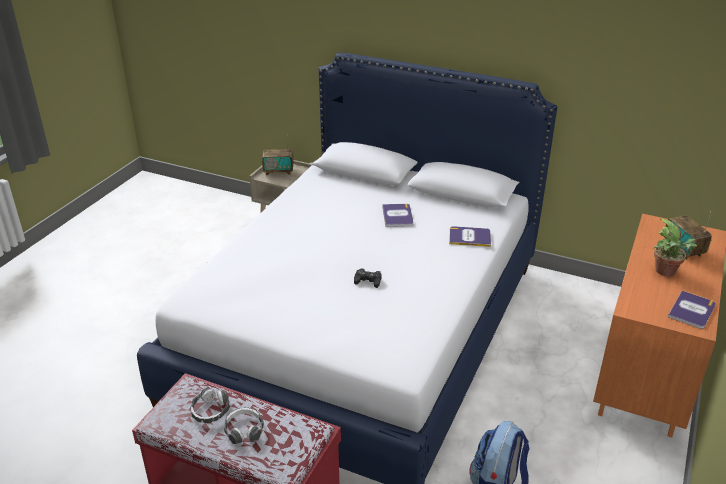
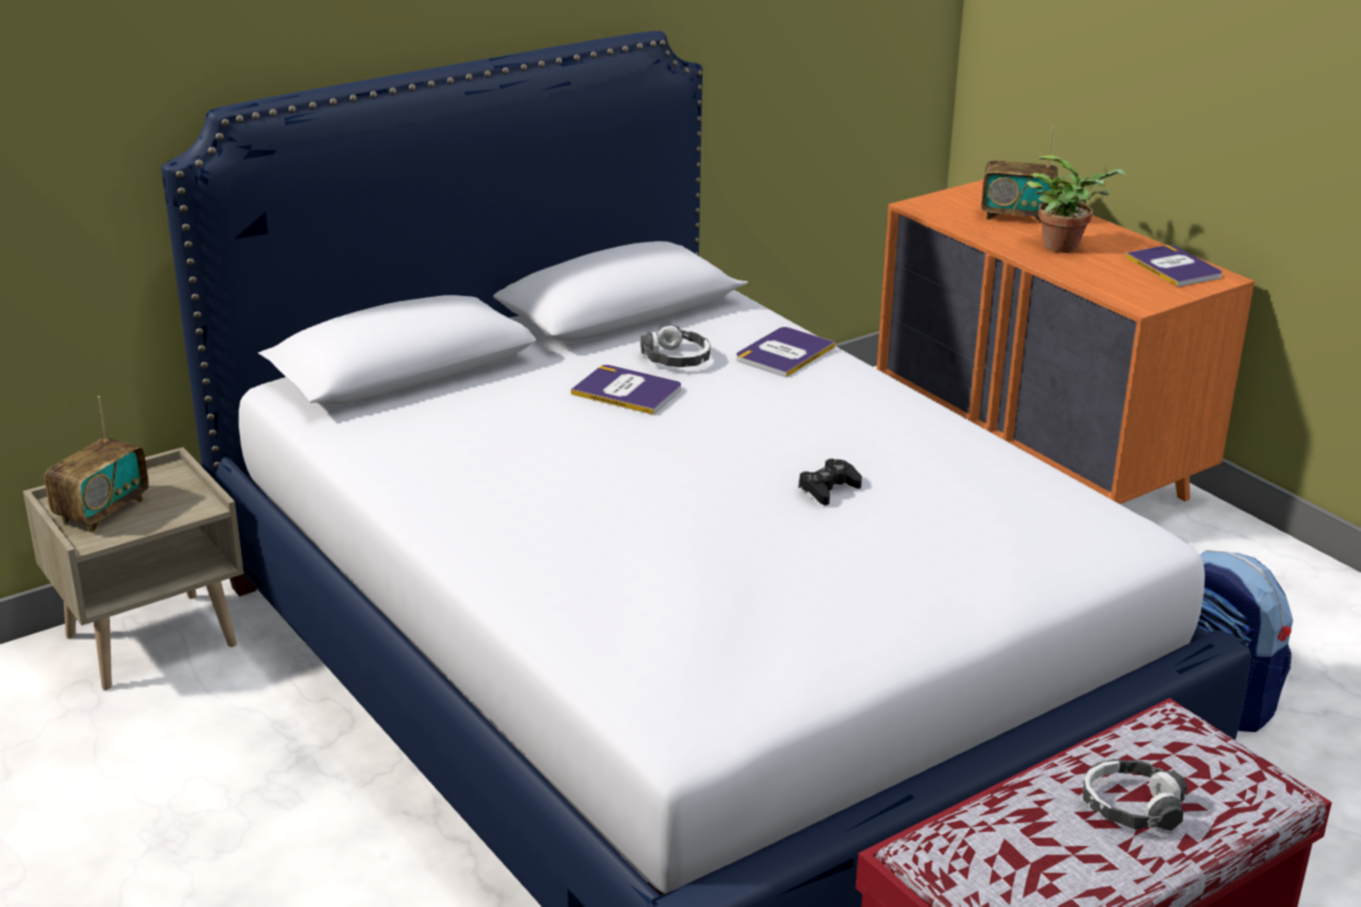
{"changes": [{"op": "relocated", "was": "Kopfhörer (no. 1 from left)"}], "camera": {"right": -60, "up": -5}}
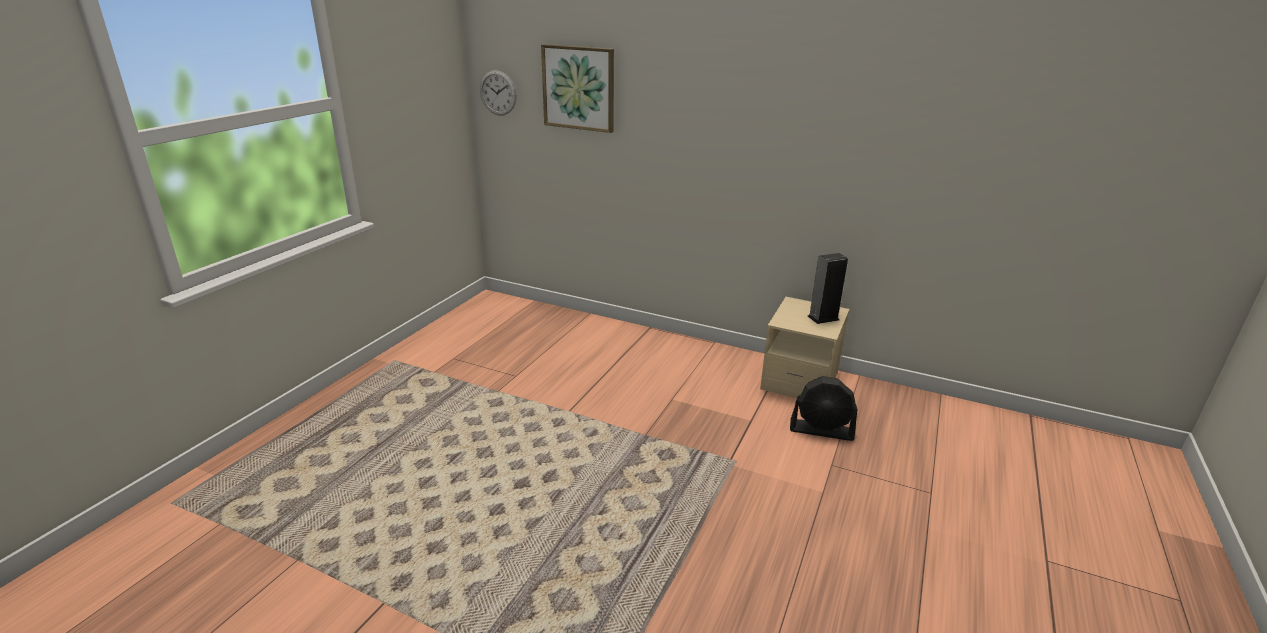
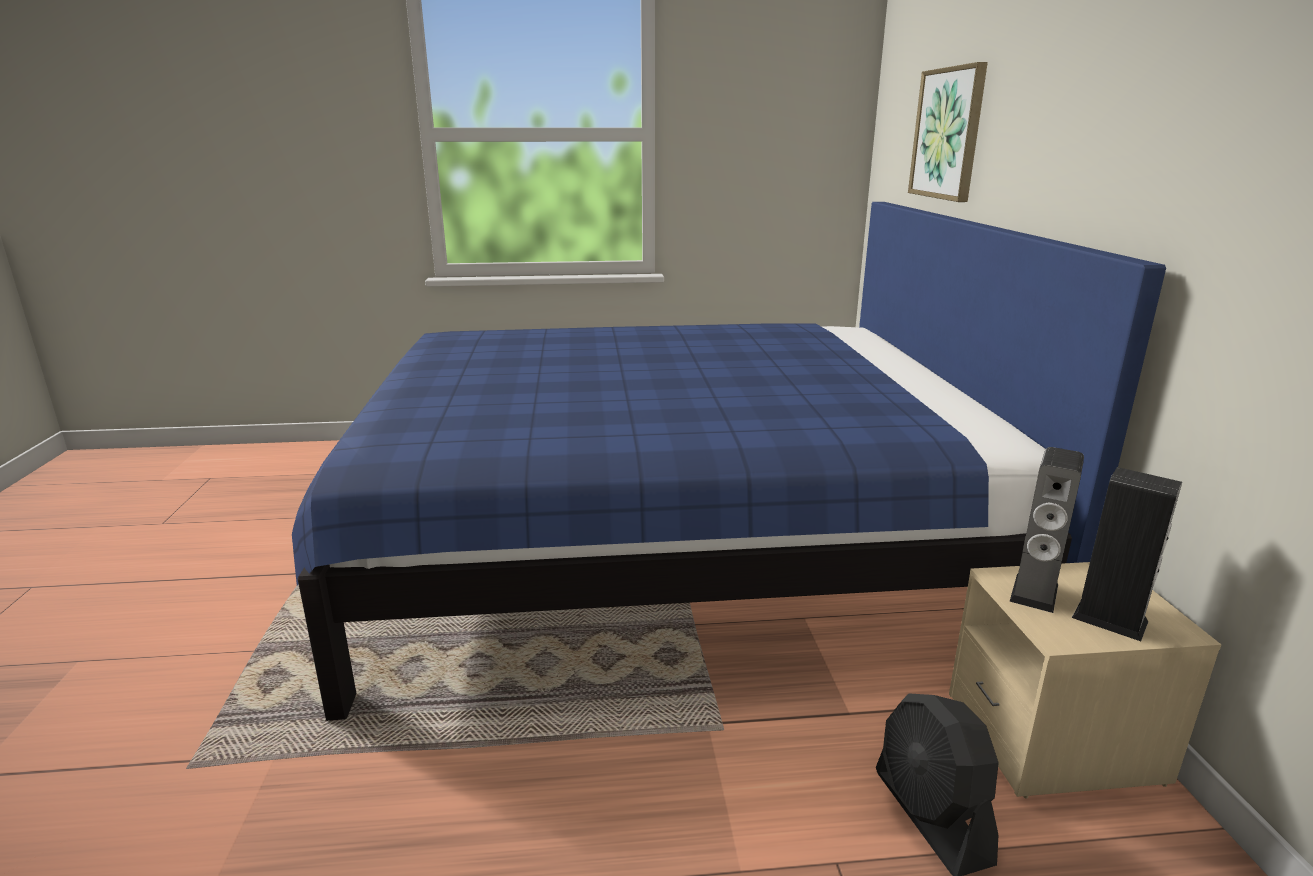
{"changes": [{"op": "missing", "was": "Wanduhr"}, {"op": "appeared", "now": "Bett [blau]"}, {"op": "appeared", "now": "Lautsprecher (no. 1 from left)"}], "camera": {"right": 60, "up": -5}}
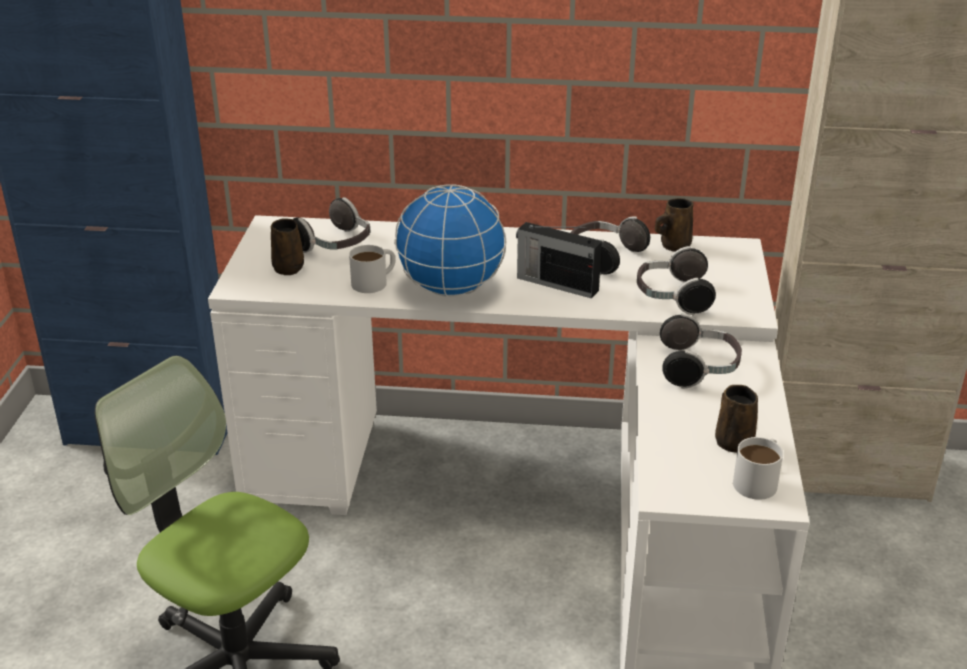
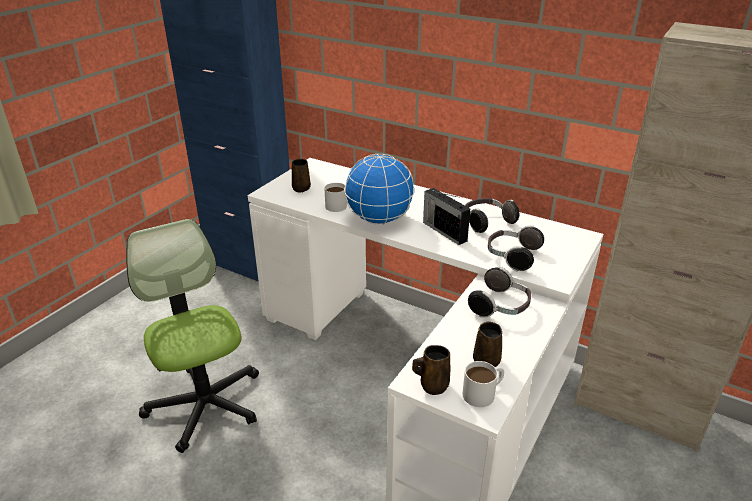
{"changes": [{"op": "missing", "was": "Kopfhörer (no. 1 from left)"}, {"op": "relocated", "was": "Henkelbecher [braun] (no. 2 from left)"}], "camera": {"right": 25, "up": 0}}
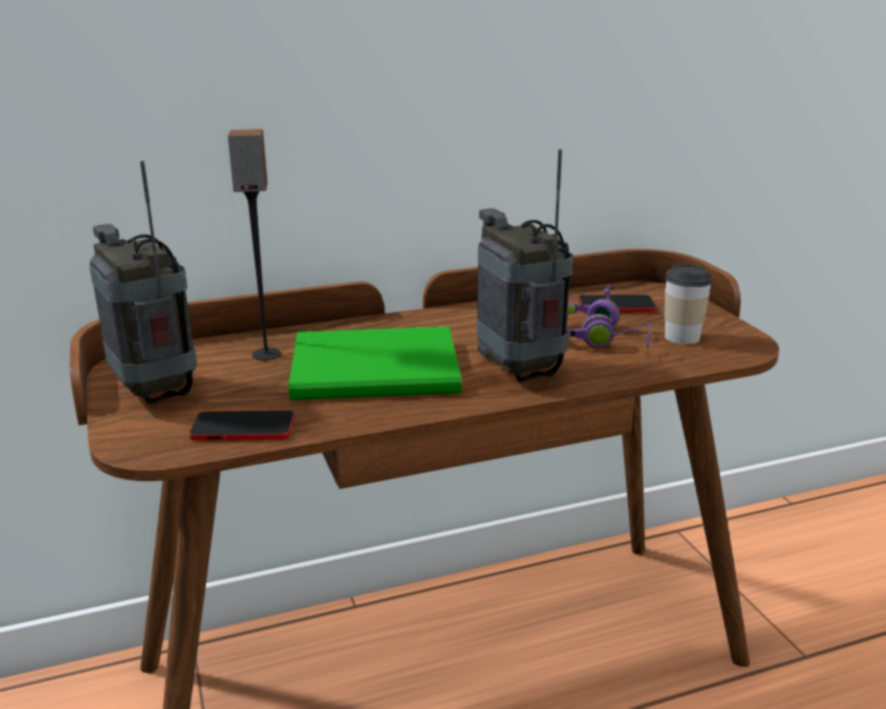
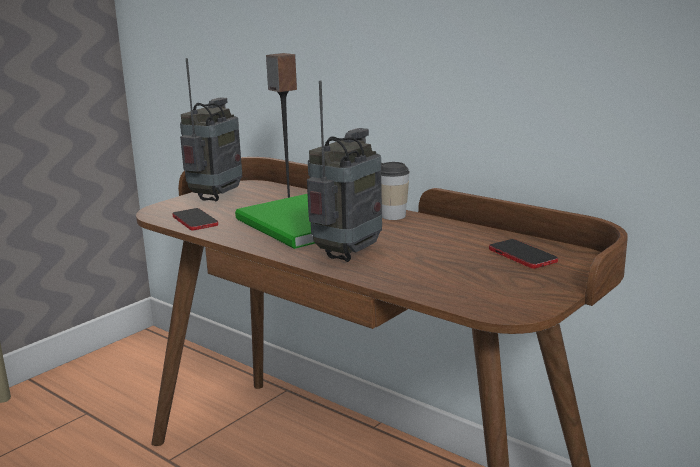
{"changes": [{"op": "relocated", "was": "Tasse"}, {"op": "missing", "was": "Kopfhörer [lila]"}], "camera": {"right": 60, "up": -5}}
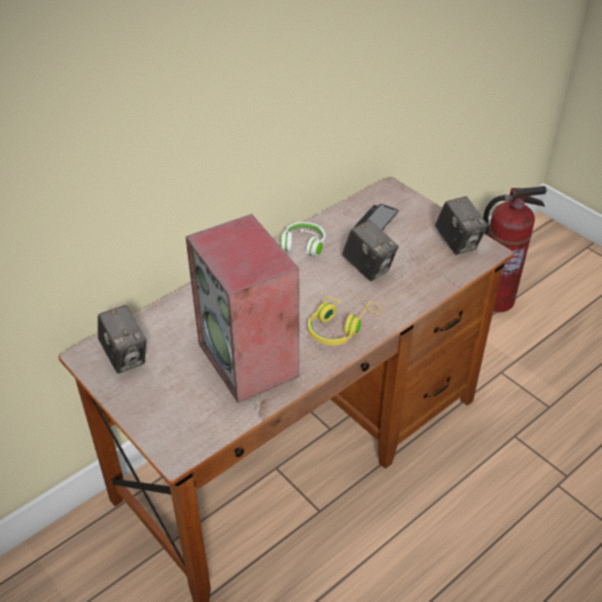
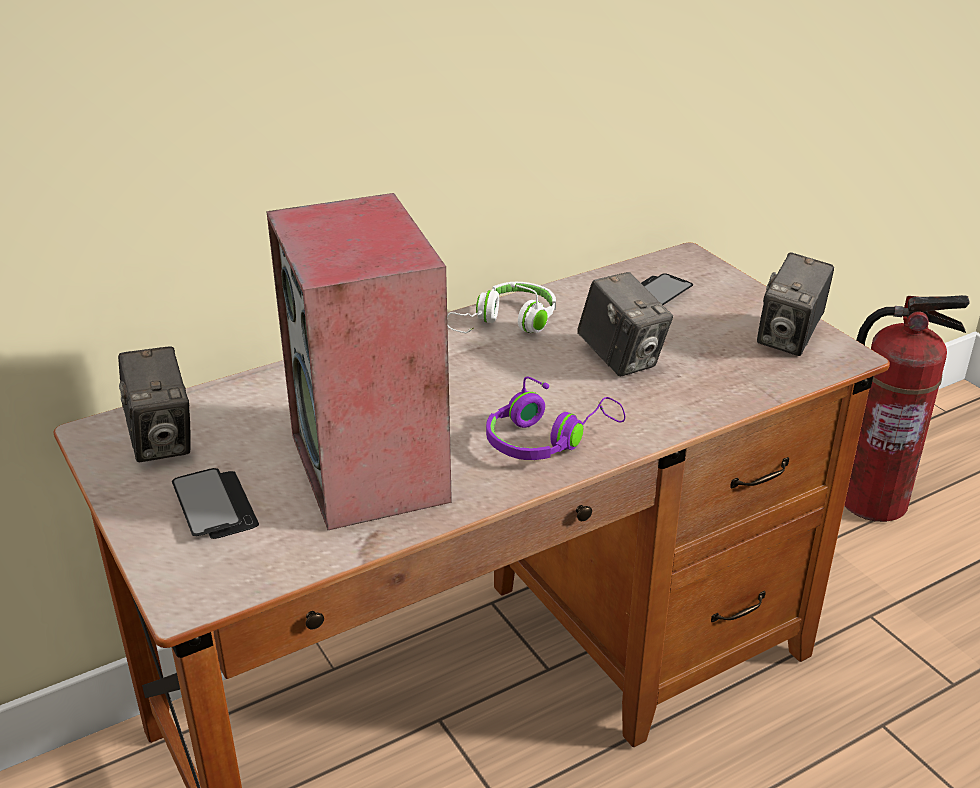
{"changes": [{"op": "spun", "was": "Kamera (no. 3 from left)", "clockwise": 45}, {"op": "colour", "was": "Kopfhörer [gelb]", "now": "Kopfhörer [lila]"}, {"op": "appeared", "now": "Handy (no. 1 from left)"}], "camera": {"right": 10, "up": -10}}
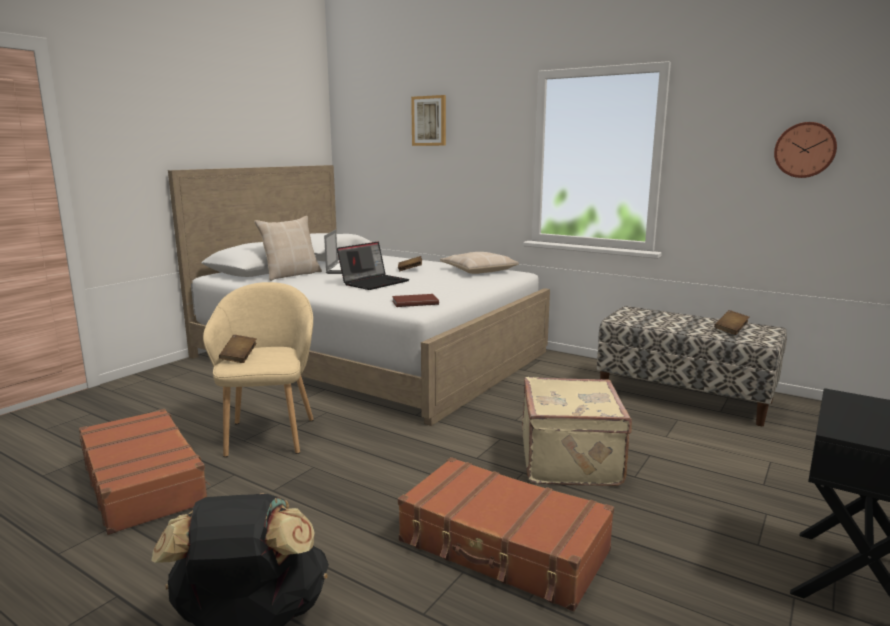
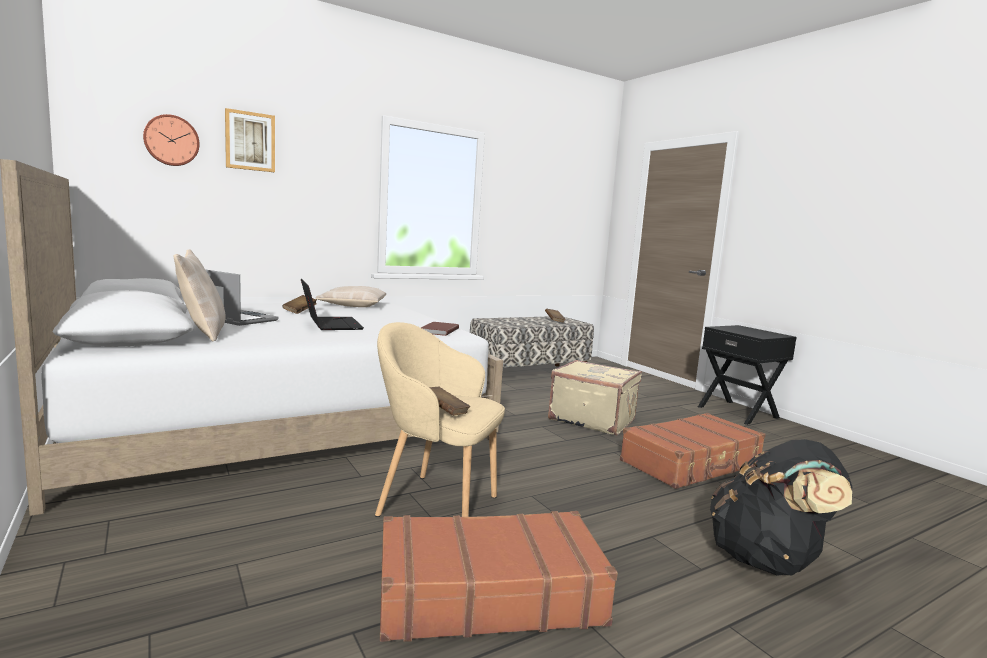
{"changes": [{"op": "relocated", "was": "Wanduhr"}], "camera": {"right": -65, "up": -5}}
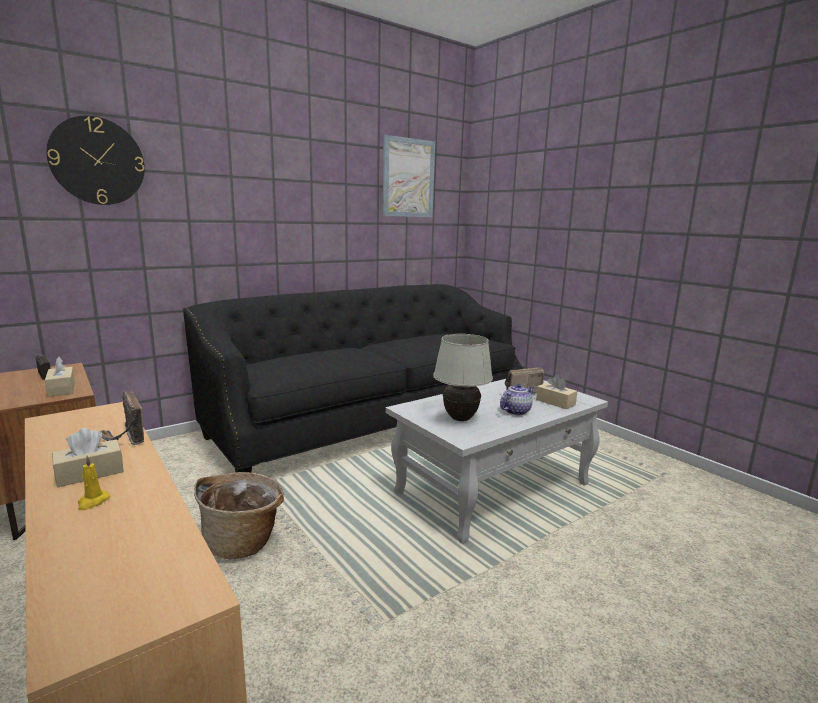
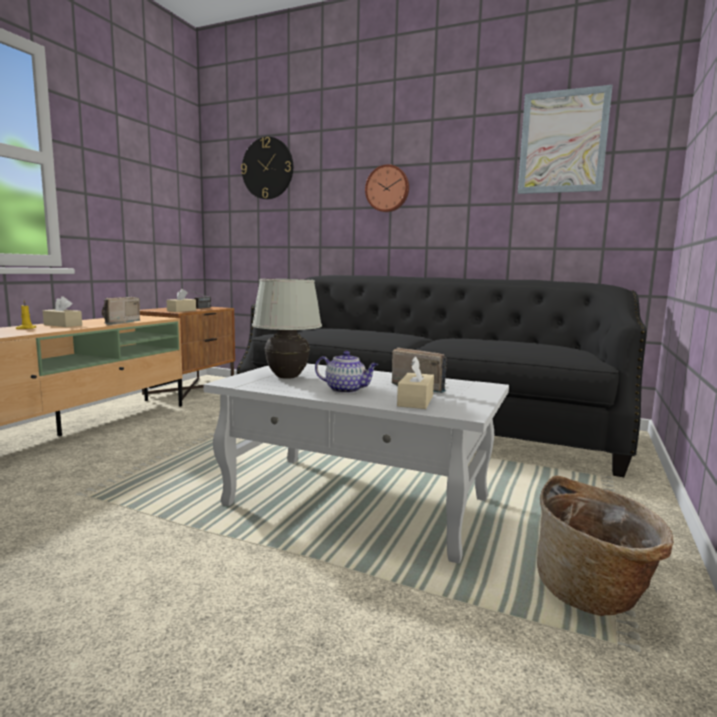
{"changes": [{"op": "relocated", "was": "Korb"}, {"op": "appeared", "now": "Wanduhr (no. 2 from left)"}], "camera": {"right": 60, "up": -5}}
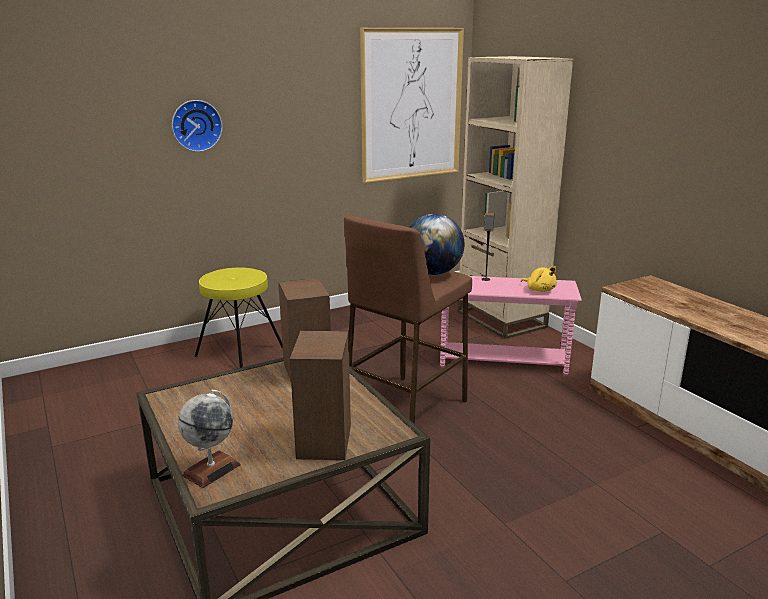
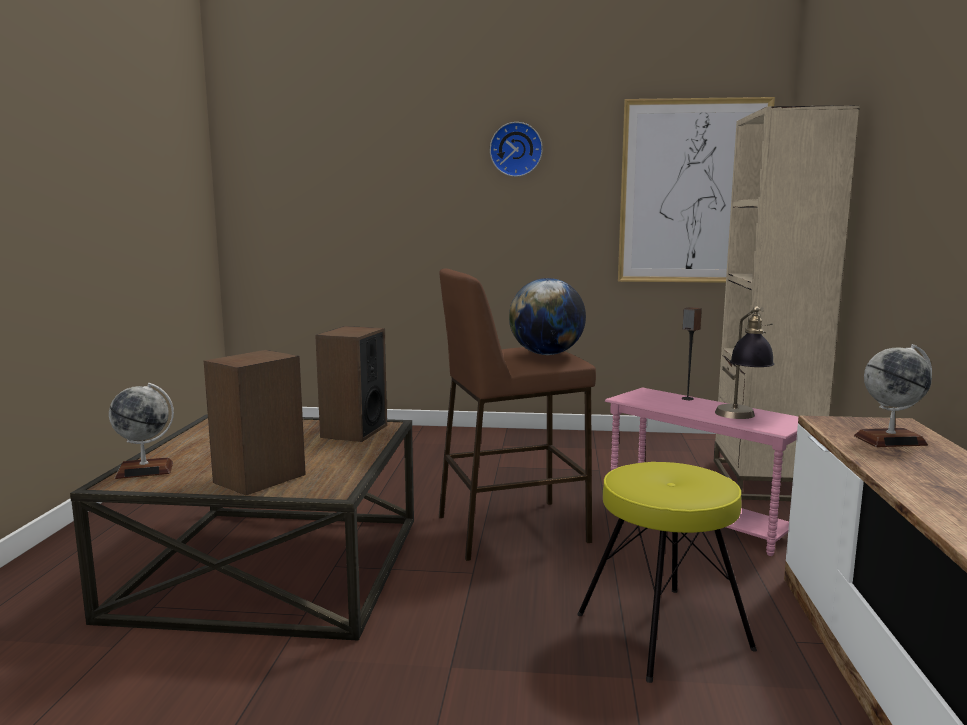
{"changes": [{"op": "relocated", "was": "Wanduhr"}, {"op": "exchanged", "was": "Plüschtier [gelb]", "now": "Tischlampe"}, {"op": "relocated", "was": "Hocker [gelb]"}, {"op": "appeared", "now": "Globus (no. 3 from left)"}], "camera": {"right": 35, "up": -10}}
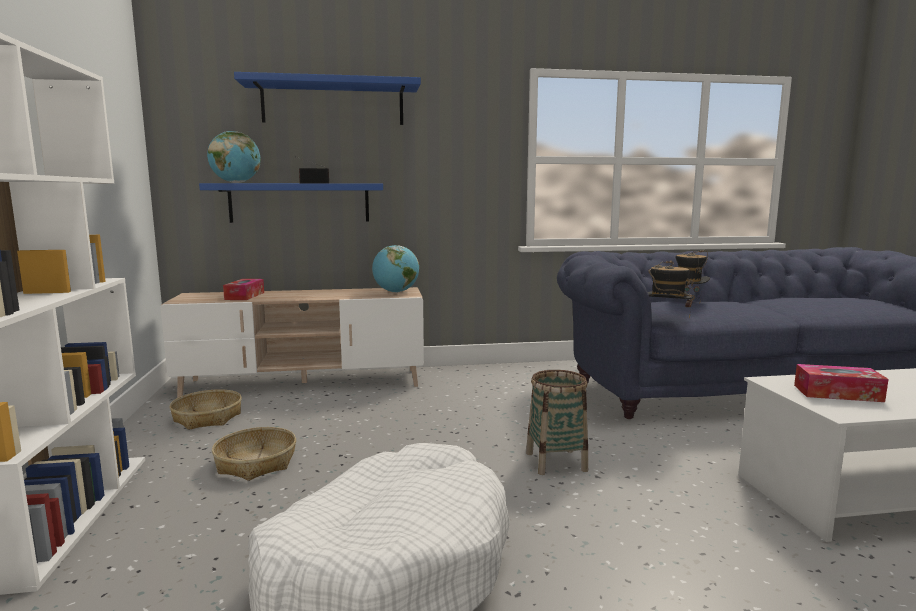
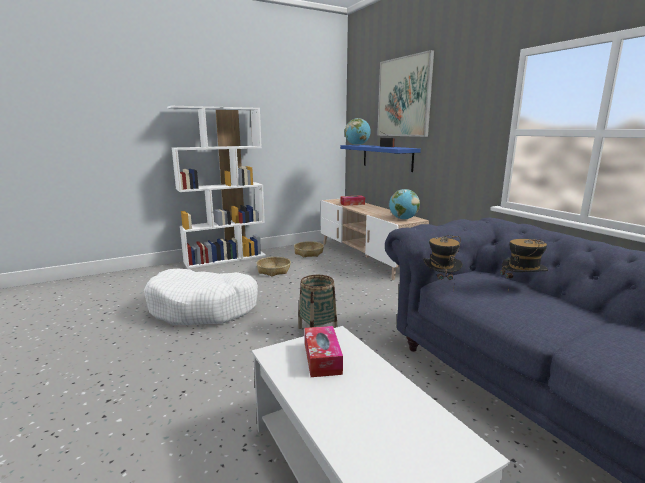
{"changes": [{"op": "exchanged", "was": "Wandregal [blau] (no. 2 from left)", "now": "Bild"}], "camera": {"right": 70, "up": 5}}
